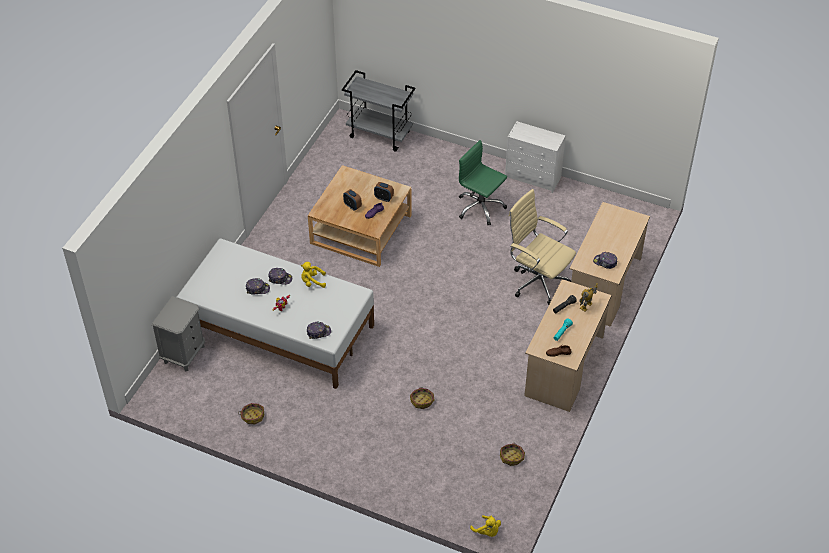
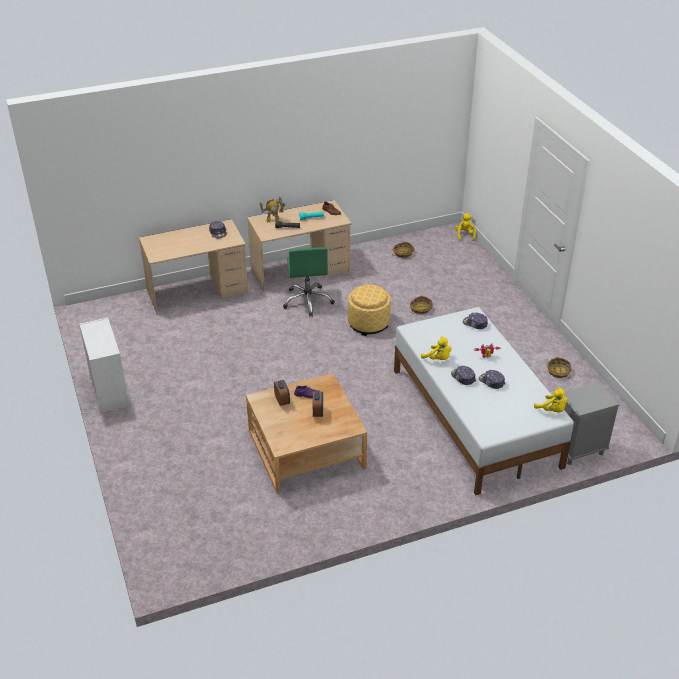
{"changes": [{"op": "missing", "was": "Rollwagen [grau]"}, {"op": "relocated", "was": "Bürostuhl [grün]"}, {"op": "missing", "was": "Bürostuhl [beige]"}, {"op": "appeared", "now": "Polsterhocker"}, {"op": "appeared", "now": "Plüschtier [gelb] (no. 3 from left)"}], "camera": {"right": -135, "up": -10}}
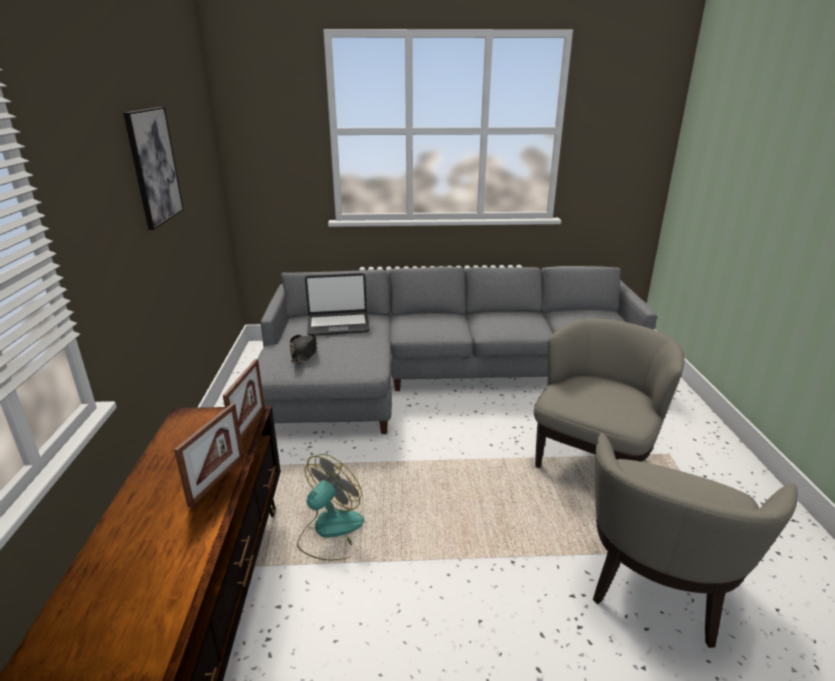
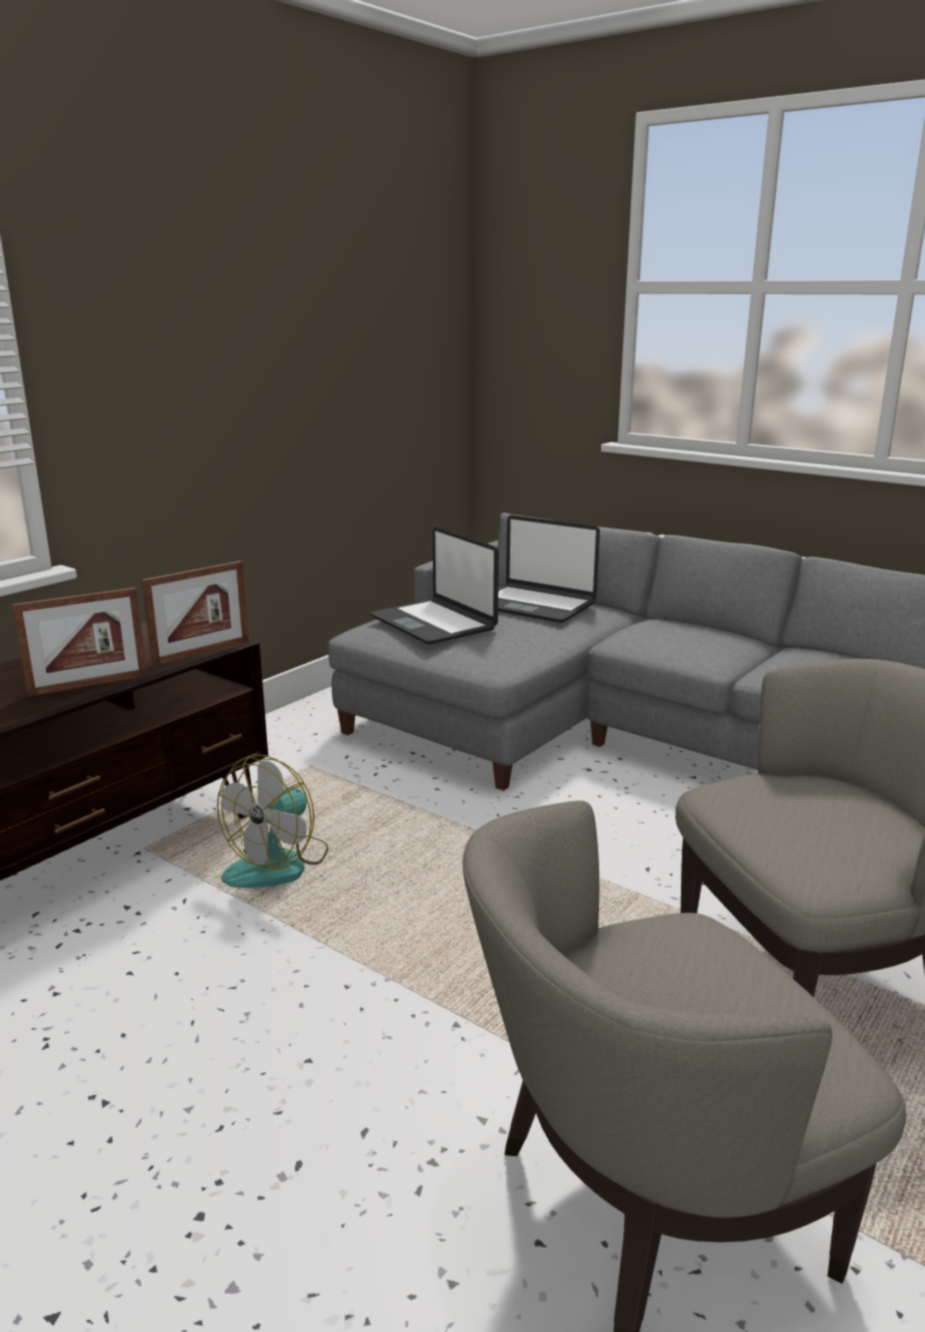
{"changes": [{"op": "missing", "was": "Bild"}, {"op": "exchanged", "was": "Hut [schwarz]", "now": "Laptop (no. 1 from left)"}, {"op": "spun", "was": "Ventilator", "clockwise": 135}], "camera": {"right": 40, "up": -5}}
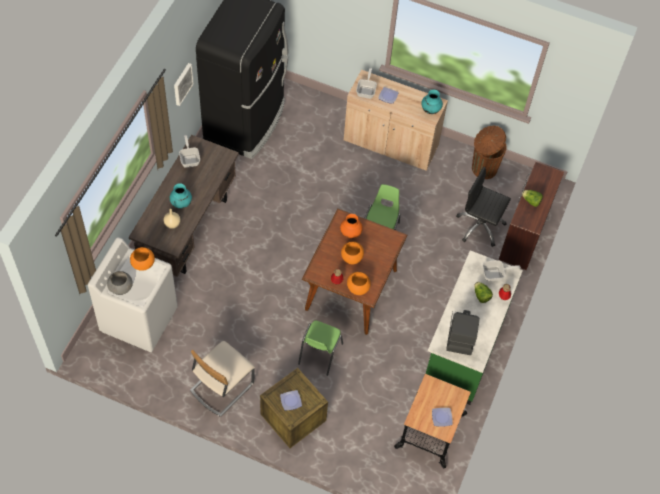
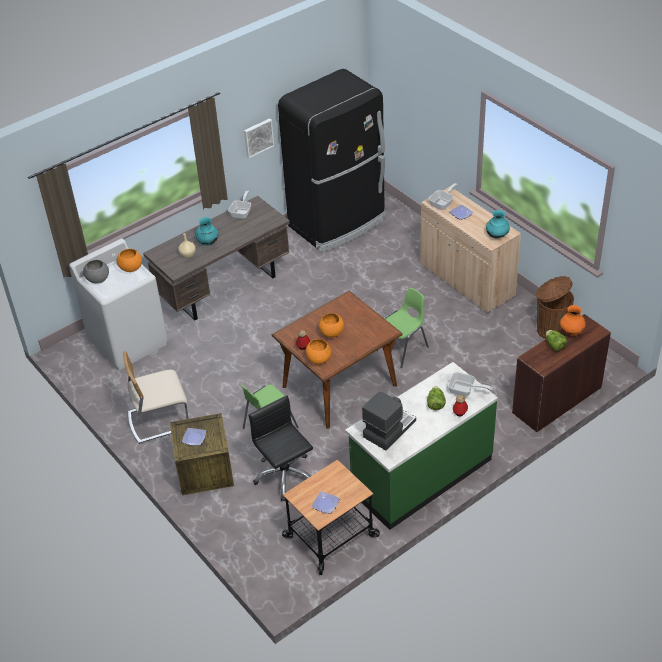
{"changes": [{"op": "relocated", "was": "Bürostuhl [schwarz]"}, {"op": "relocated", "was": "Vase [orange]"}], "camera": {"right": 35, "up": -15}}
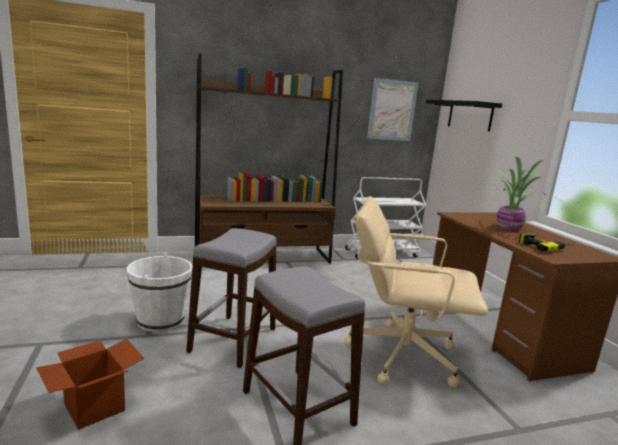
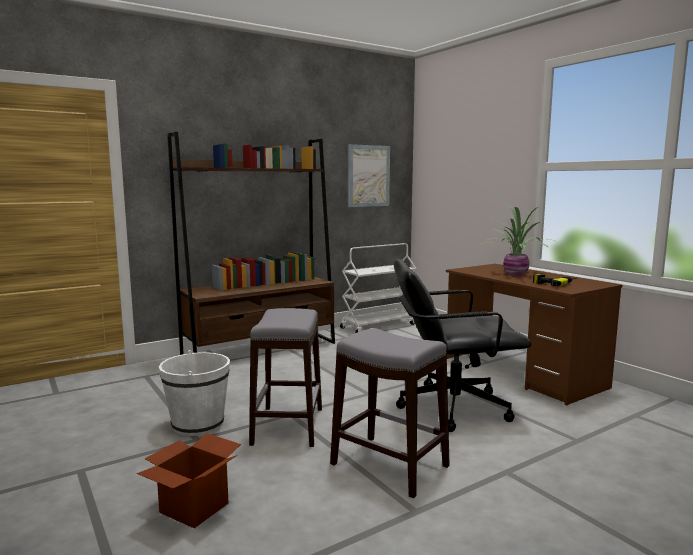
{"changes": [{"op": "missing", "was": "Wandregal [schwarz]"}, {"op": "colour", "was": "Bürostuhl [beige]", "now": "Bürostuhl [schwarz]"}], "camera": {"right": -15, "up": -5}}
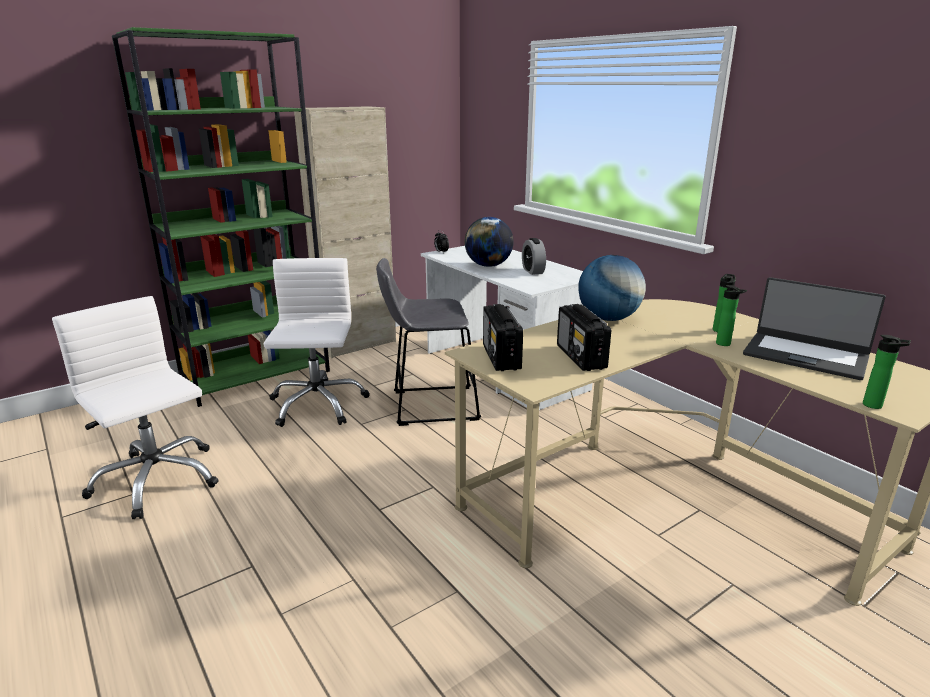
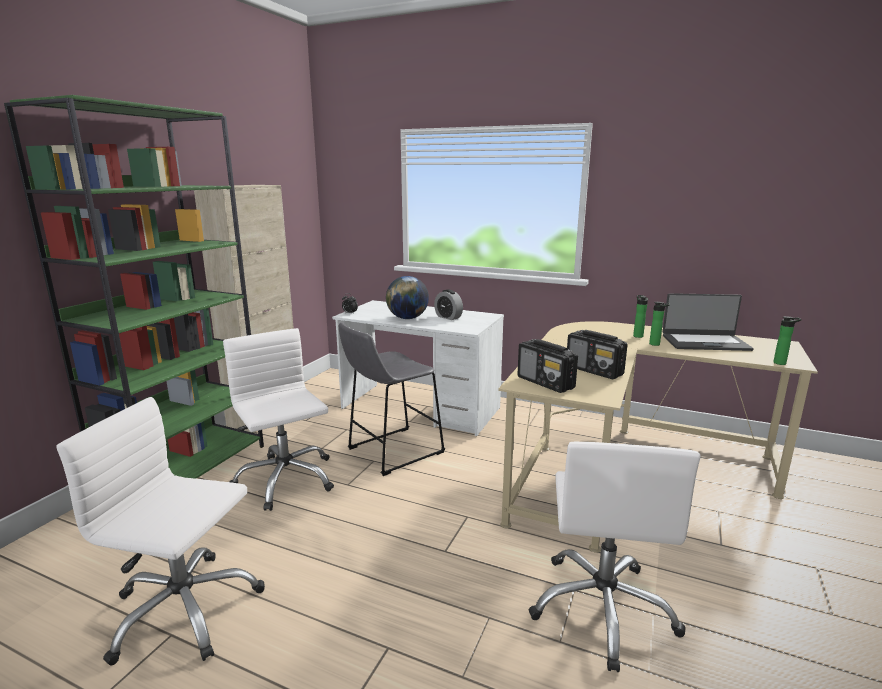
{"changes": [{"op": "missing", "was": "Globus (no. 2 from left)"}, {"op": "appeared", "now": "Bürostuhl [weiß] (no. 3 from left)"}], "camera": {"right": -30, "up": -5}}
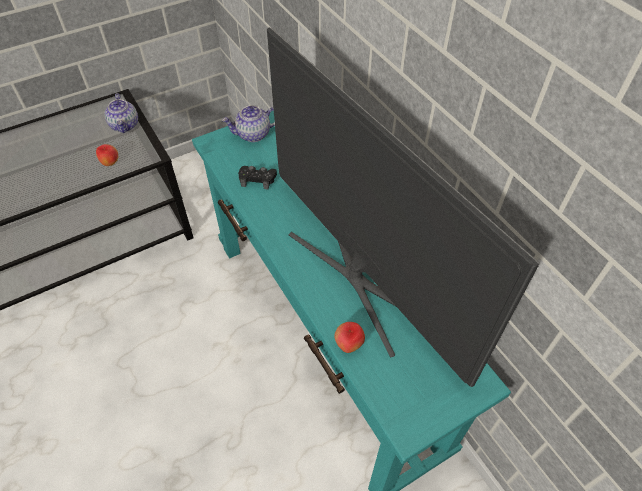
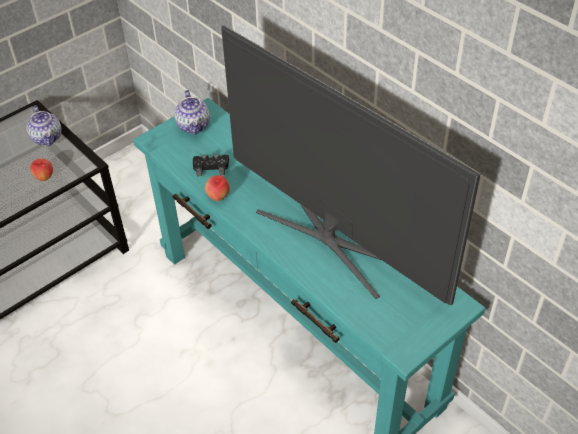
{"changes": [{"op": "spun", "was": "Teekanne (no. 2 from left)", "clockwise": -75}, {"op": "relocated", "was": "Apfel (no. 2 from left)"}], "camera": {"right": -10, "up": -5}}
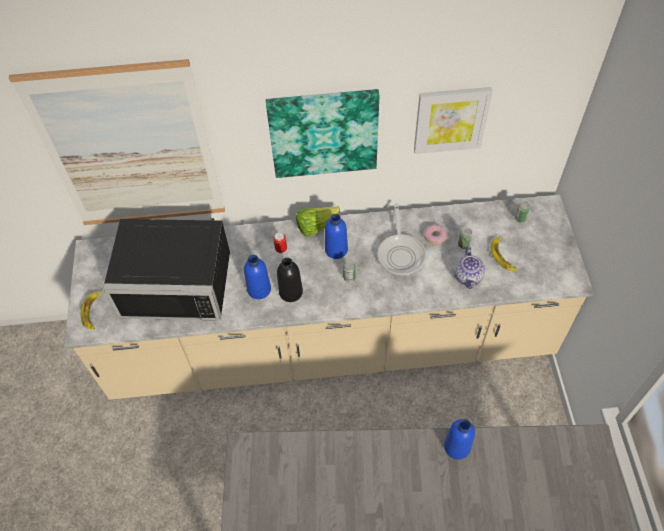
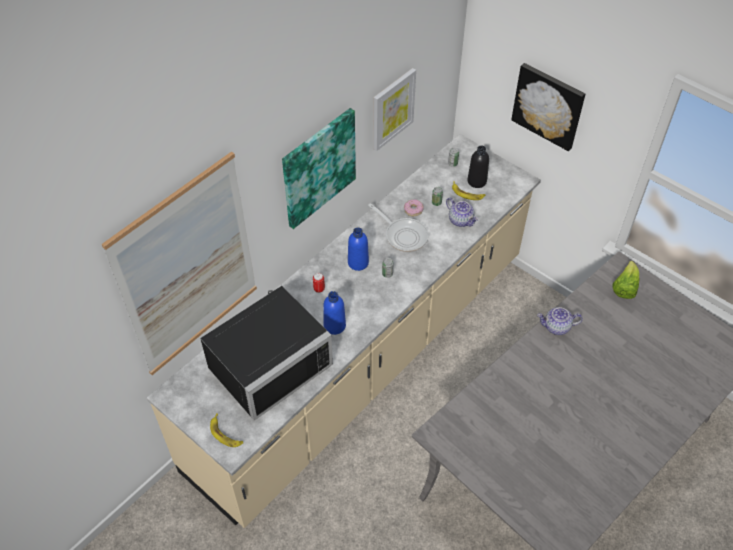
{"changes": [{"op": "relocated", "was": "Salatkopf"}, {"op": "relocated", "was": "Flasche [schwarz]"}, {"op": "exchanged", "was": "Flasche [blau] (no. 3 from left)", "now": "Teekanne (no. 2 from left)"}, {"op": "appeared", "now": "Bild (no. 4 from left)"}], "camera": {"right": -45, "up": -5}}
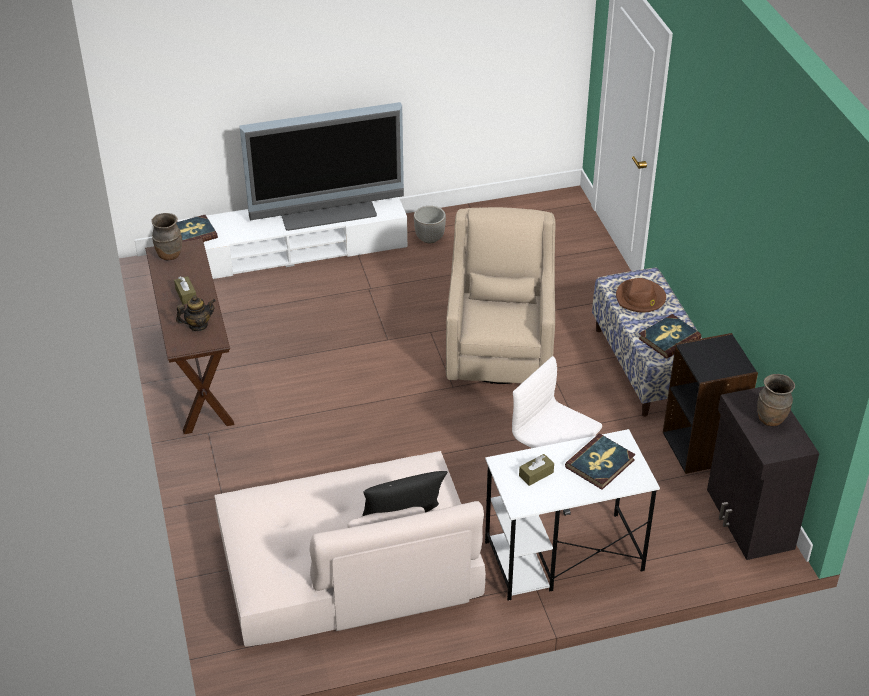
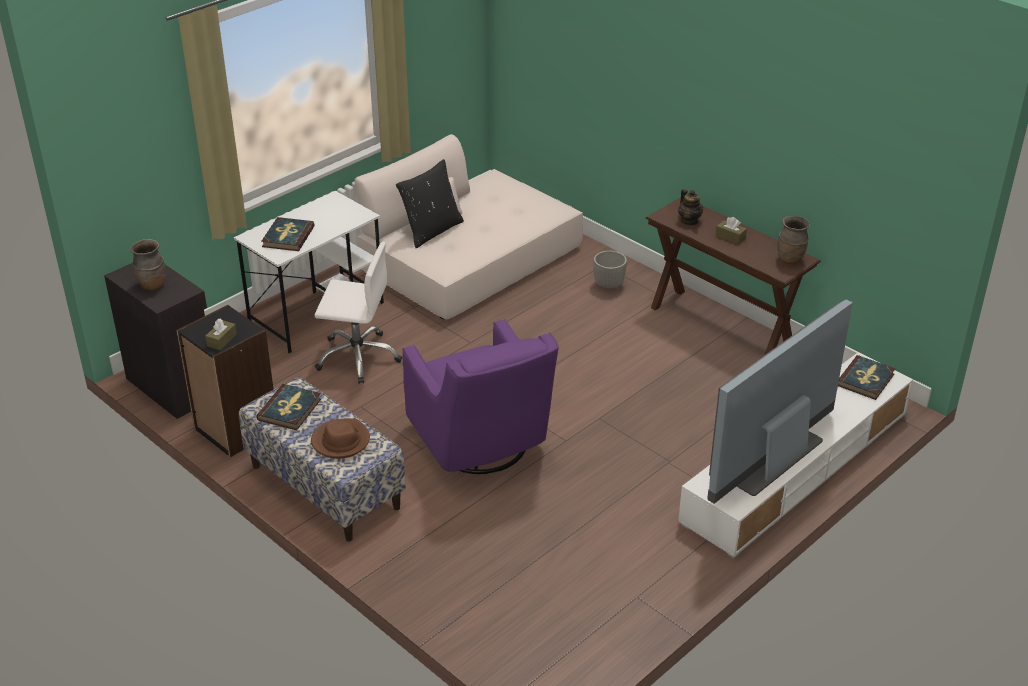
{"changes": [{"op": "relocated", "was": "Pflanzkübel"}, {"op": "colour", "was": "Sessel [beige]", "now": "Sessel [lila]"}, {"op": "spun", "was": "Teekanne", "clockwise": -60}, {"op": "relocated", "was": "Taschentuchbox [braun] (no. 2 from left in the first image)", "now": "Taschentuchbox [braun] (no. 1 from left)"}], "camera": {"right": 150, "up": -5}}
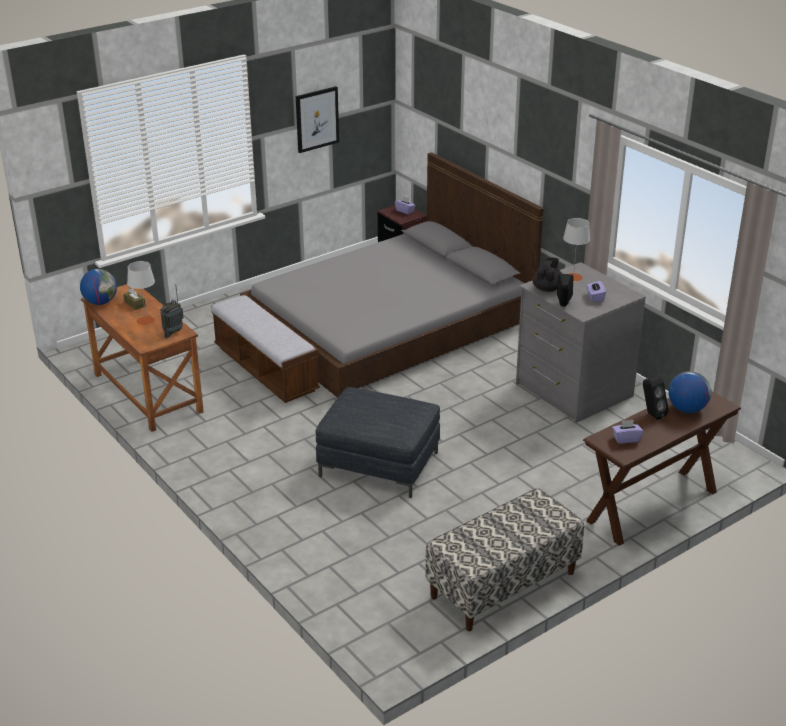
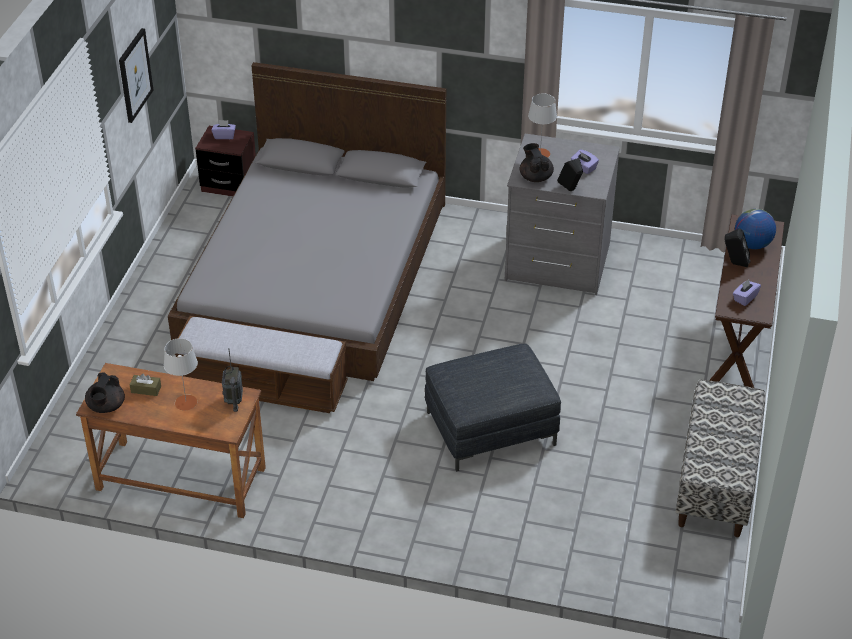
{"changes": [{"op": "exchanged", "was": "Globus (no. 1 from left)", "now": "Teekanne [schwarz] (no. 1 from left)"}], "camera": {"right": -40, "up": 10}}
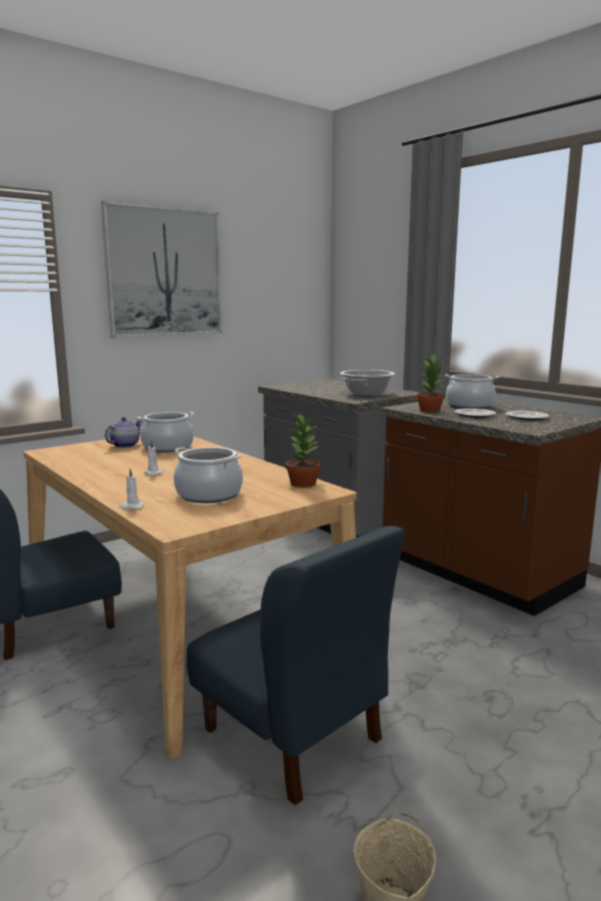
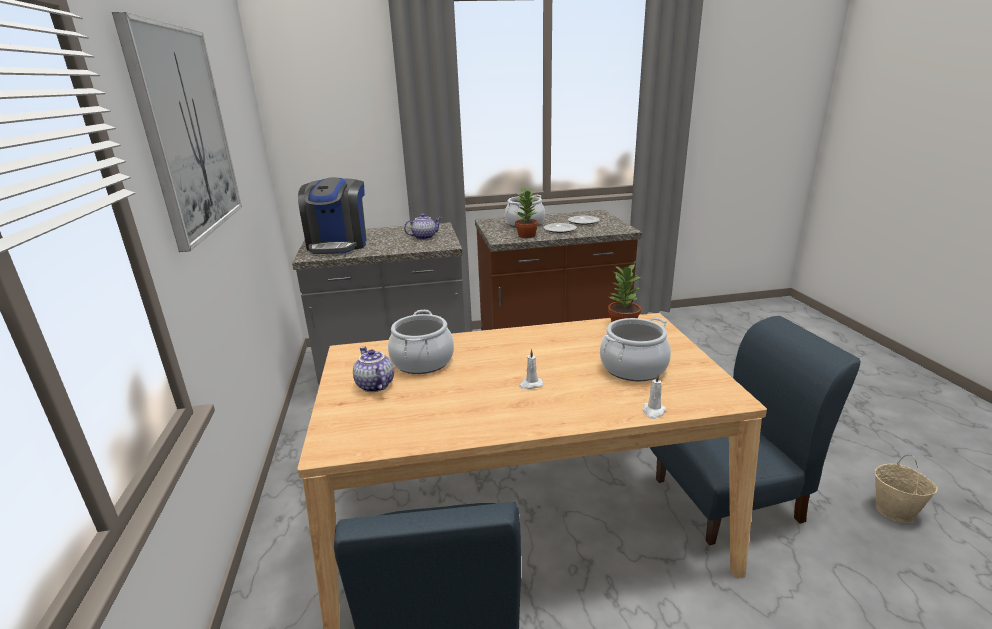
{"changes": [{"op": "exchanged", "was": "Kochtopf (no. 3 from left)", "now": "Teekanne (no. 2 from left)"}, {"op": "appeared", "now": "Kaffeemaschine"}], "camera": {"right": -60, "up": 10}}
